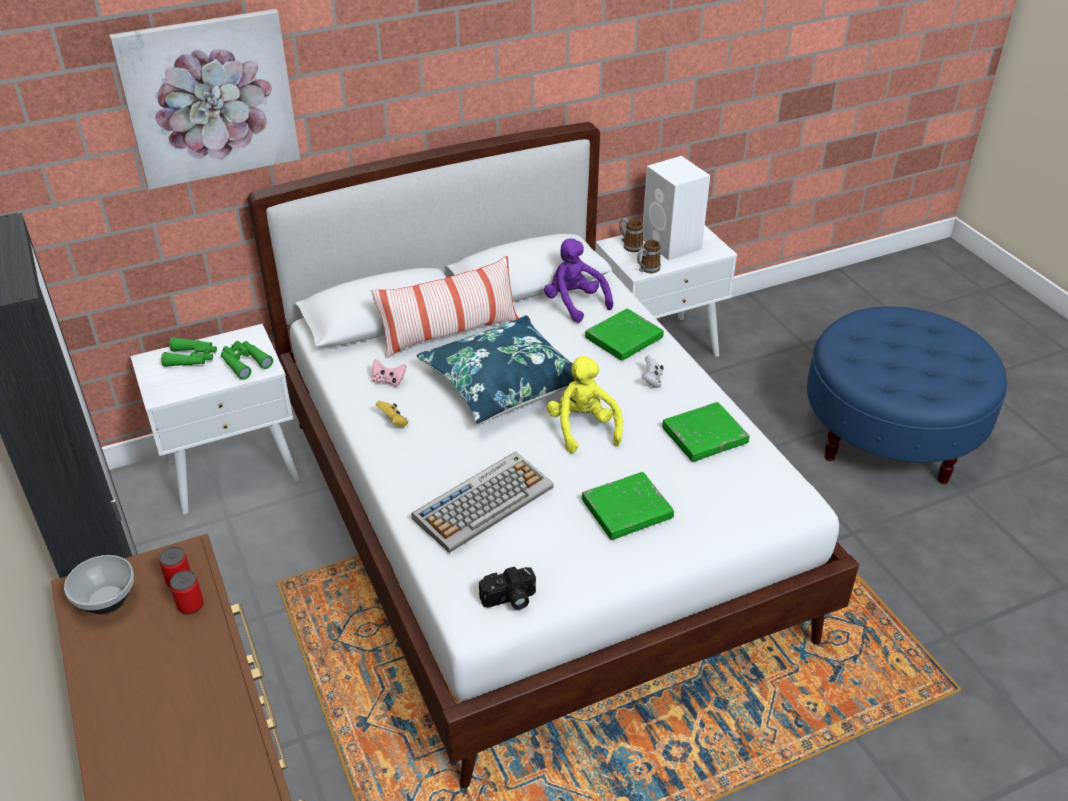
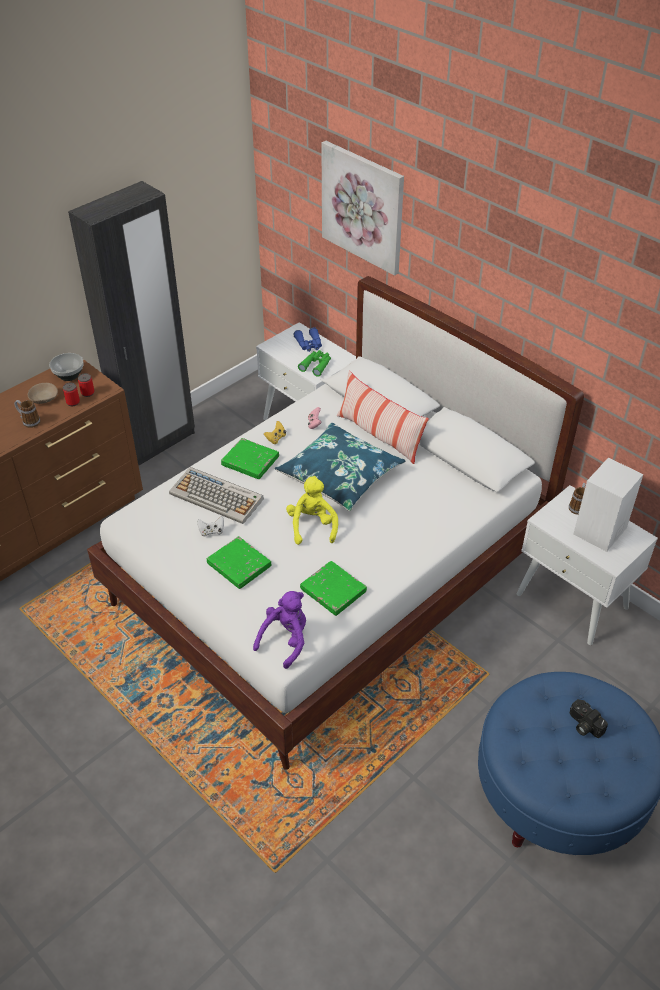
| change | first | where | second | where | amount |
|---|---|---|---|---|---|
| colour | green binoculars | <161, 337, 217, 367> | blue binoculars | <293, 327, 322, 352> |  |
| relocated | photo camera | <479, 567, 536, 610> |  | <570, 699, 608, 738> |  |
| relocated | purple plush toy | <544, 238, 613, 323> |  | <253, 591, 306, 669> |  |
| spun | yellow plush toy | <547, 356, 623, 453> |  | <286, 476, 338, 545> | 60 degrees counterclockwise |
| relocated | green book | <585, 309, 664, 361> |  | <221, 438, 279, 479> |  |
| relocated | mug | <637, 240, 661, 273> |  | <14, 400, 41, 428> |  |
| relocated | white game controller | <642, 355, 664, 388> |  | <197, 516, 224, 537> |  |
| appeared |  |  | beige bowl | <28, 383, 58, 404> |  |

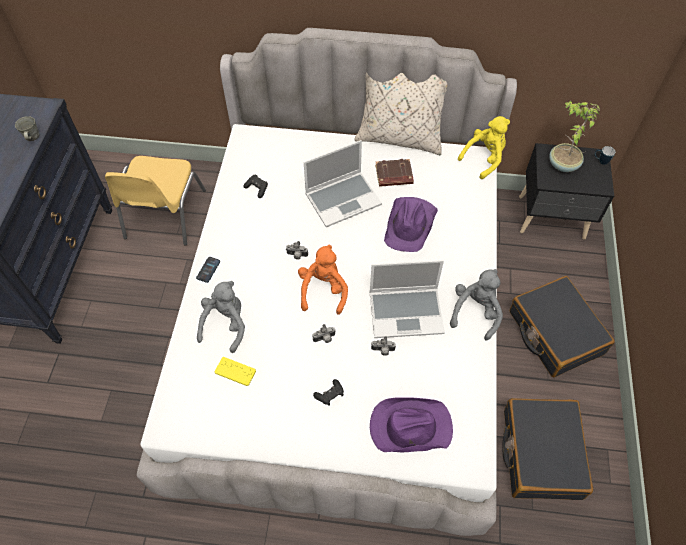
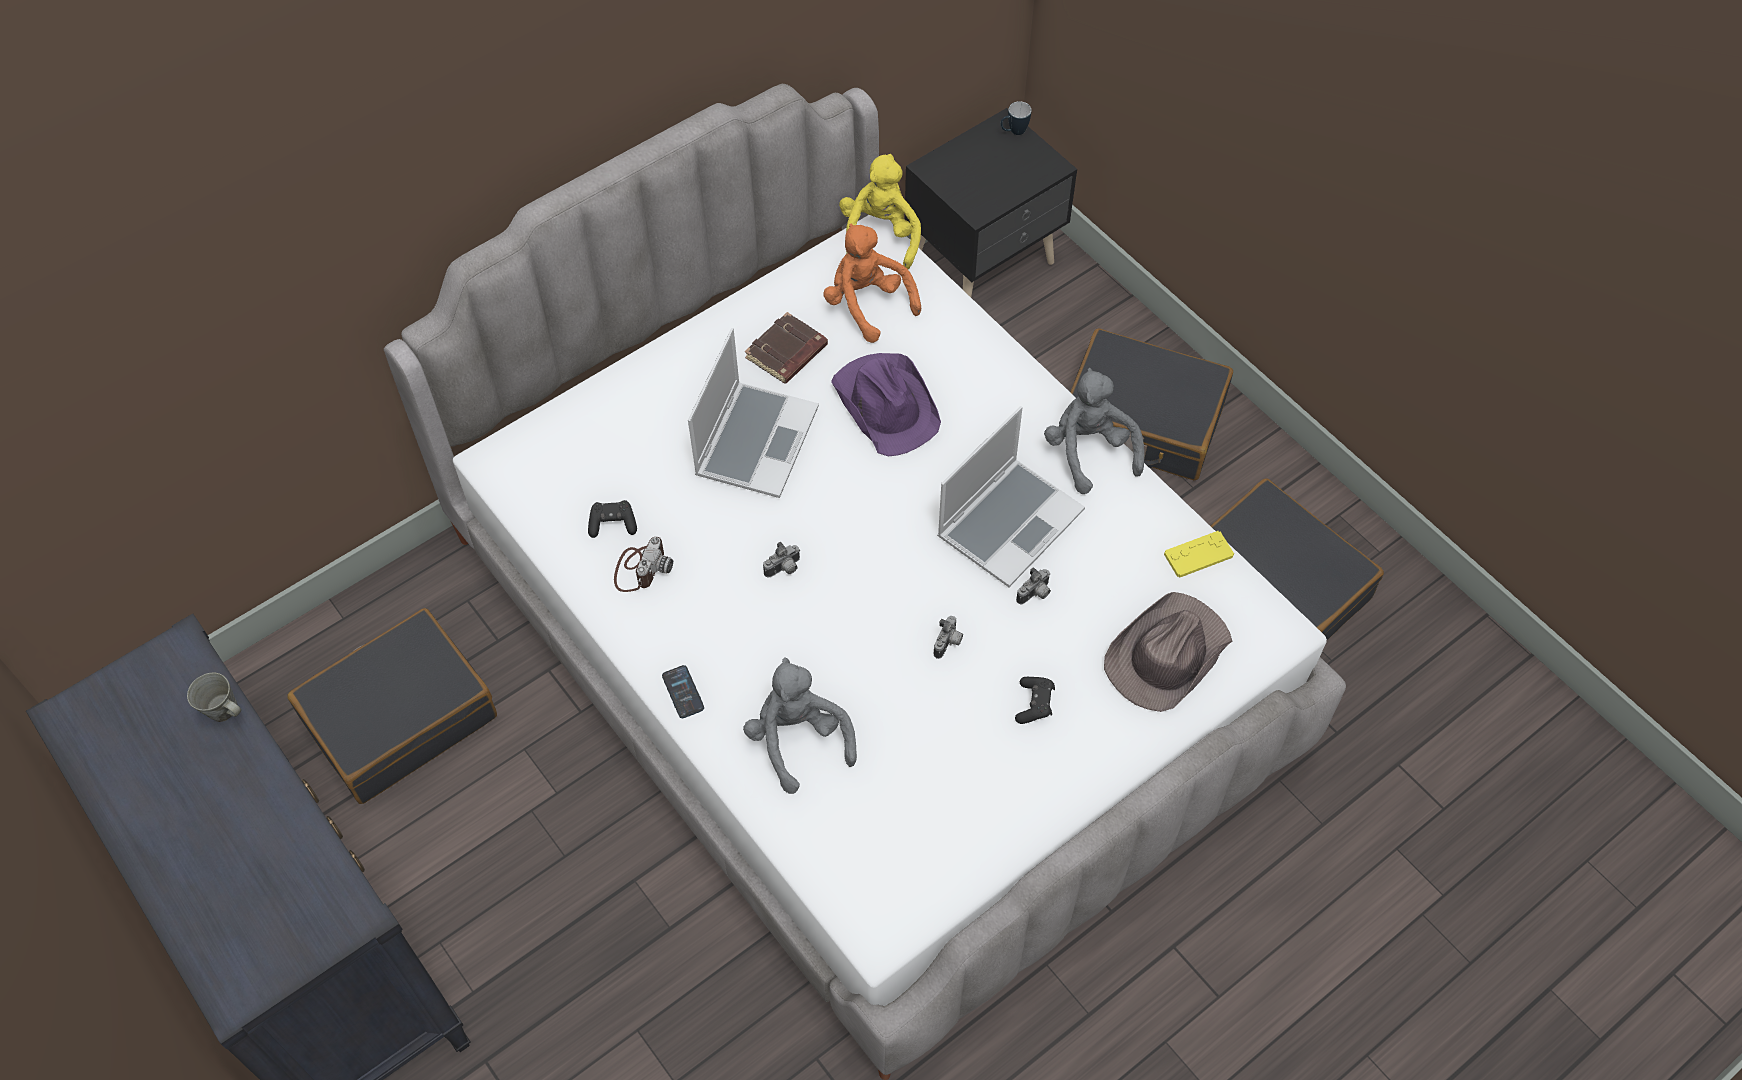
| change | first | where | second | where | amount |
|---|---|---|---|---|---|
| exchanged | yellow chair | <105, 156, 206, 246> | black suitcase | <287, 608, 497, 804> |  |
| relocated | yellow game controller | <214, 357, 256, 386> |  | <1164, 531, 1234, 578> |  |
| relocated | orange plush toy | <298, 244, 348, 315> |  | <823, 224, 921, 343> |  |
| missing | beige pillow | <355, 72, 447, 155> |  |  |  |
| colour | purple hat | <370, 398, 453, 452> | brown hat | <1104, 592, 1232, 712> |  |
| missing | potted plant | <549, 101, 600, 172> |  |  |  |
| appeared |  |  | photo camera | <614, 537, 673, 592> |  |

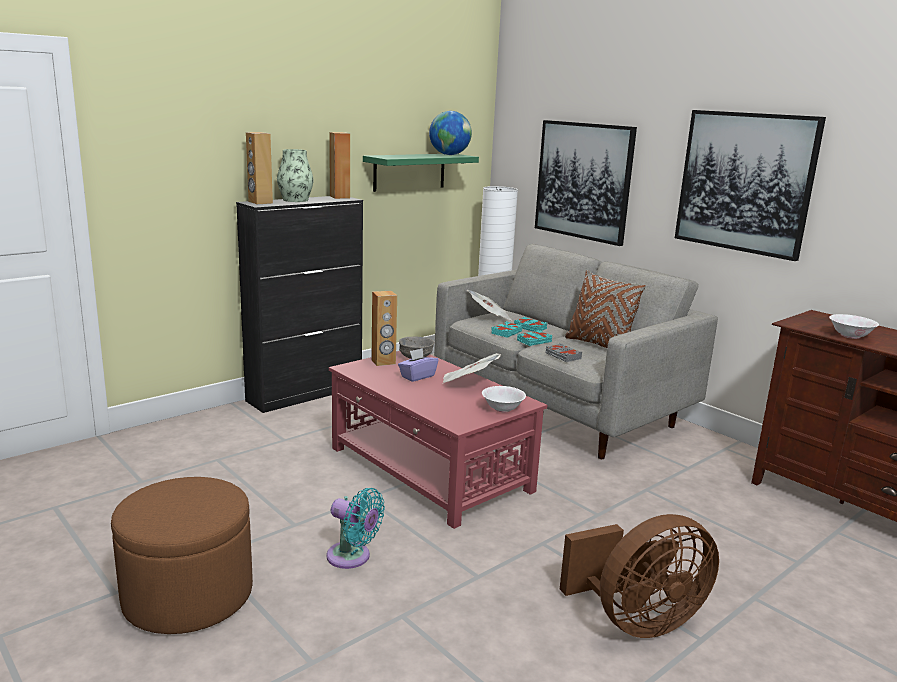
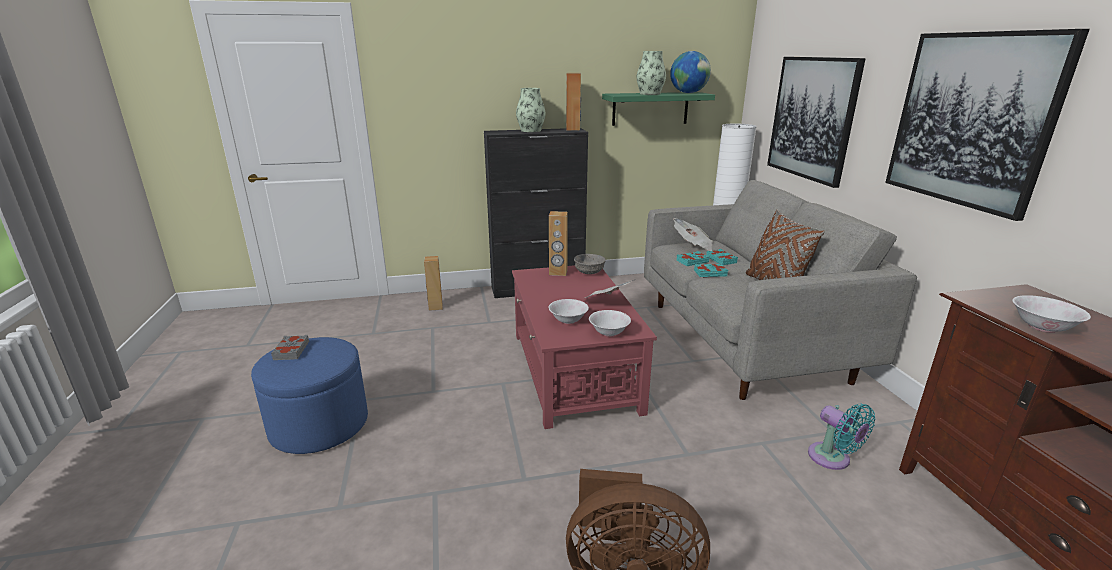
| change | first | where | second | where | amount |
|---|---|---|---|---|---|
| colour | brown ottoman | <111, 477, 253, 634> | blue ottoman | <251, 337, 368, 454> |  |
| relocated | brown speaker | <246, 132, 273, 204> |  | <424, 256, 443, 311> |  |
| relocated | turquoise fan | <326, 488, 385, 569> |  | <808, 404, 875, 470> |  |
| missing | purple tissue box | <398, 348, 439, 382> |  |  |  |
| relocated | grey book | <545, 343, 582, 362> |  | <271, 335, 309, 360> |  |
| appeared |  |  | white bowl | <548, 299, 589, 324> |  |
| appeared |  |  | vase | <637, 51, 666, 95> |  |

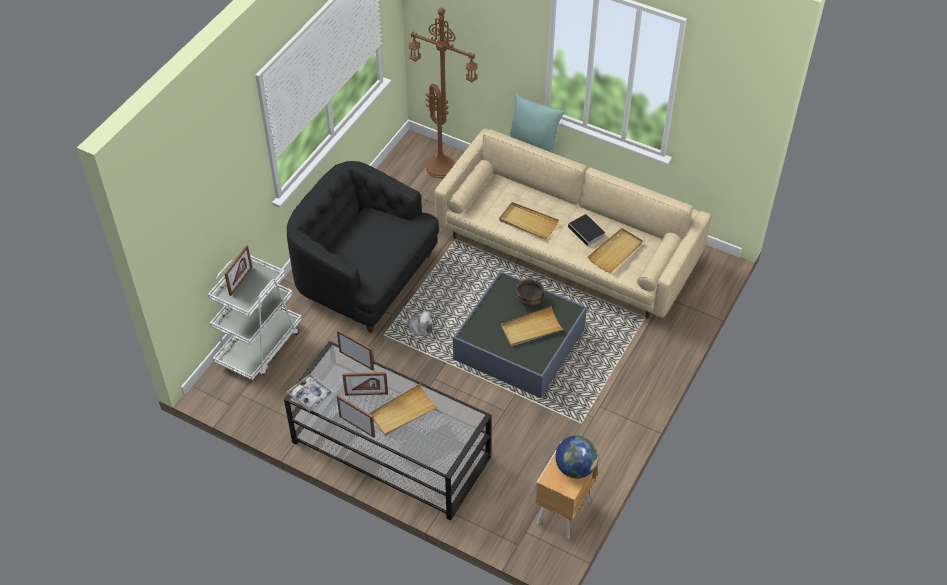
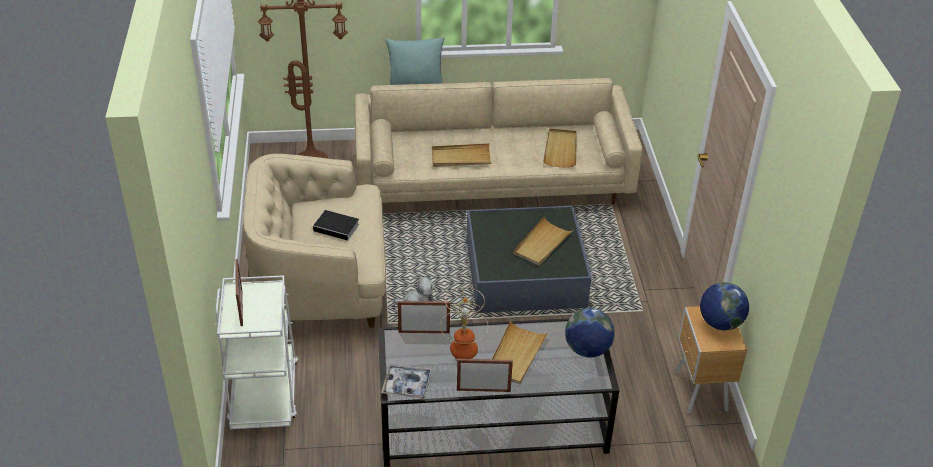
| change | first | where | second | where | amount |
|---|---|---|---|---|---|
| colour | black armchair | <287, 161, 439, 333> | beige armchair | <243, 154, 386, 328> |  |
| exchanged | picture frame | <342, 372, 388, 396> | table lamp | <440, 287, 488, 361> |  |
| missing | bowl | <516, 279, 544, 306> |  |  |  |
| relocated | book | <568, 214, 605, 250> |  | <313, 210, 359, 241> |  |
| appeared |  |  | globe | <565, 308, 615, 357> |  |

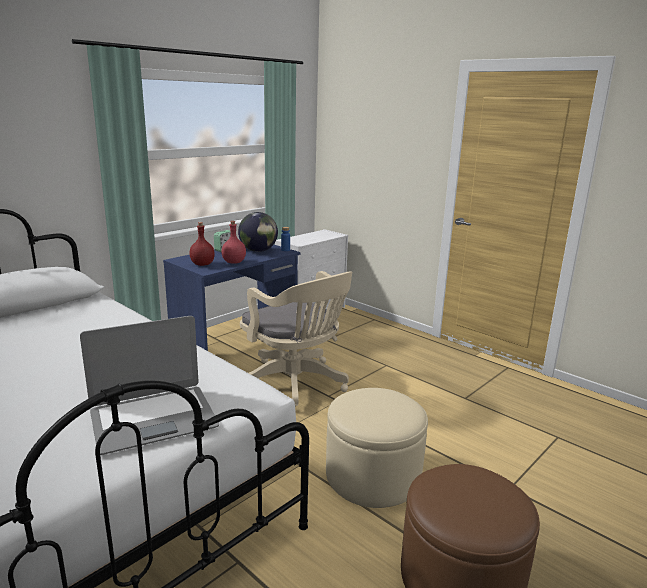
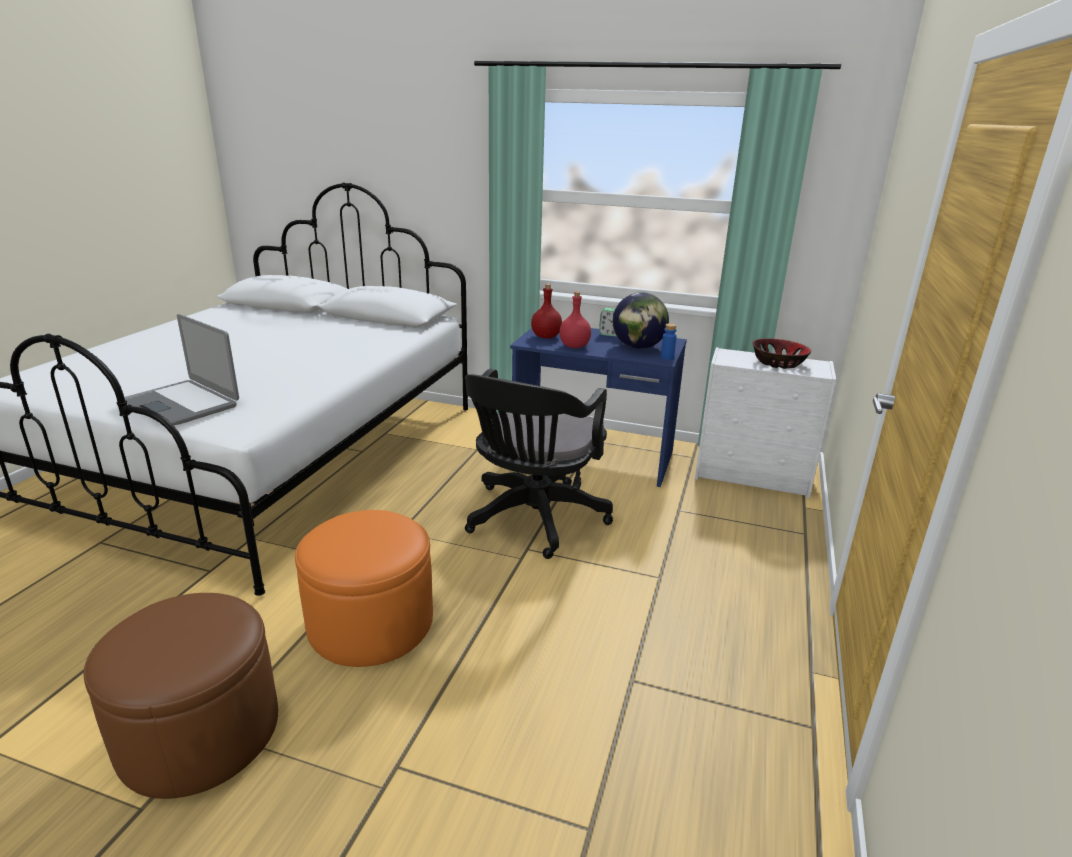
| change | first | where | second | where | amount |
|---|---|---|---|---|---|
| colour | beige office chair | <240, 271, 352, 407> | black office chair | <465, 369, 613, 559> |  |
| colour | beige ottoman | <326, 388, 428, 508> | orange ottoman | <295, 510, 433, 667> |  |
| appeared |  |  | bowl | <753, 338, 811, 369> |  |

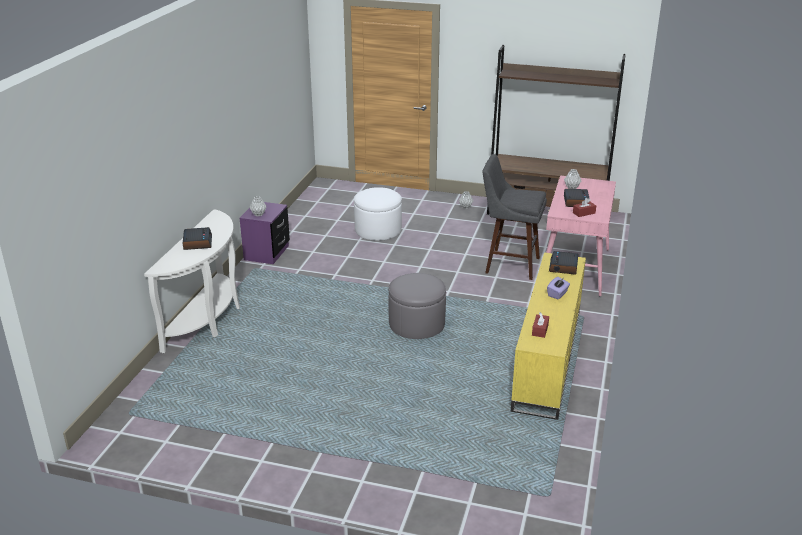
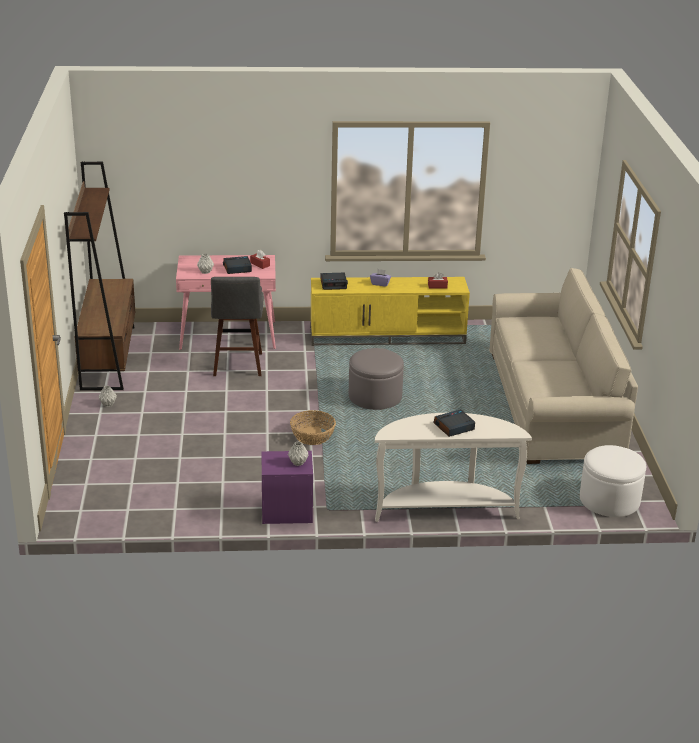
| change | first | where | second | where | amount |
|---|---|---|---|---|---|
| relocated | white ottoman | <354, 187, 402, 241> |  | <580, 445, 646, 517> |  |
| appeared |  |  | basket | <290, 410, 336, 445> |  |
| appeared |  |  | beige sofa | <489, 268, 638, 464> |  |

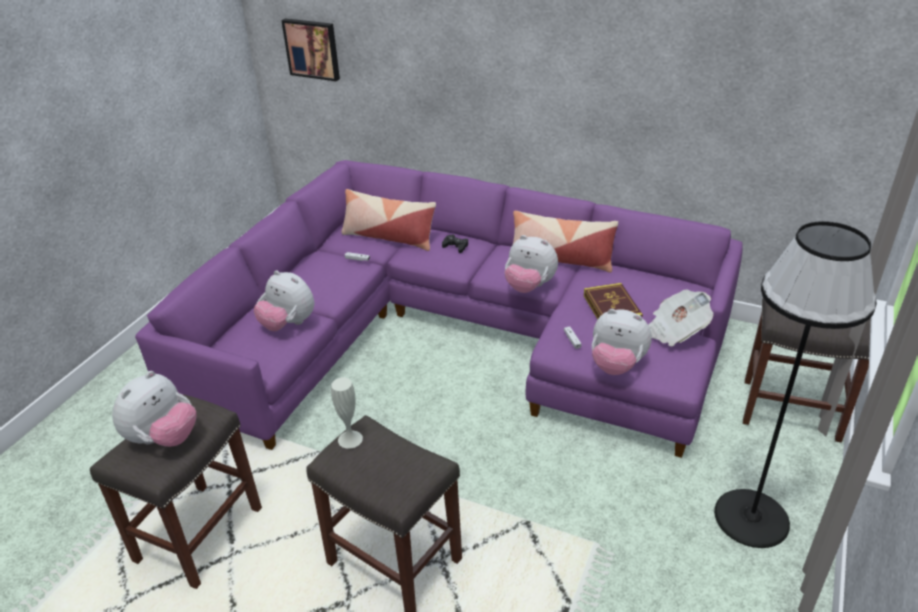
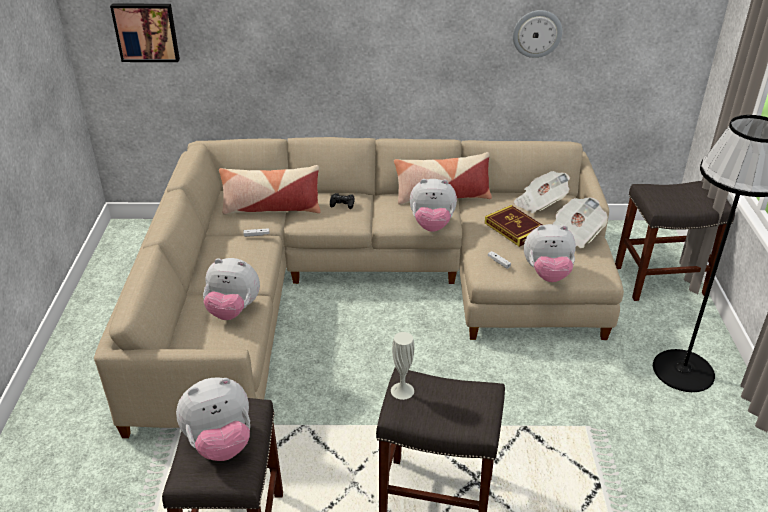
| change | first | where | second | where | amount |
|---|---|---|---|---|---|
| spun | plush toy | <112, 371, 197, 447> |  | <176, 377, 250, 461> | 60 degrees clockwise |
| colour | purple sofa | <135, 160, 743, 458> | beige sofa | <94, 137, 624, 438> |  |
| appeared |  |  | wall clock | <513, 10, 563, 58> |  |
| appeared |  |  | newspaper | <514, 171, 570, 213> |  |

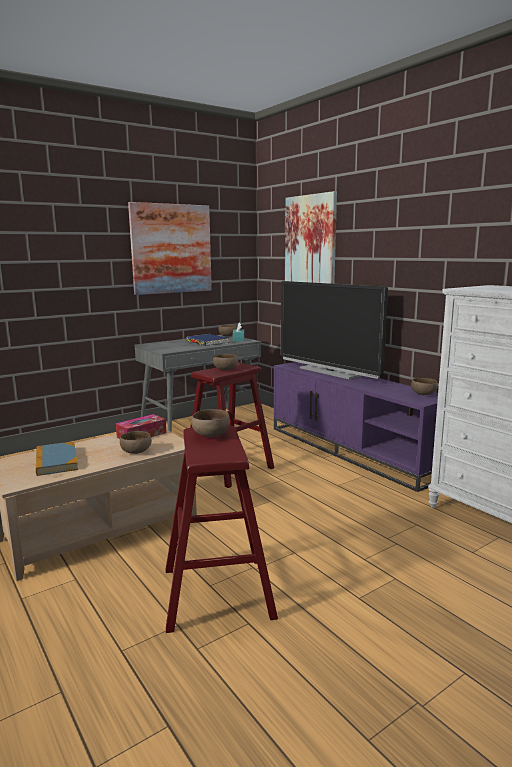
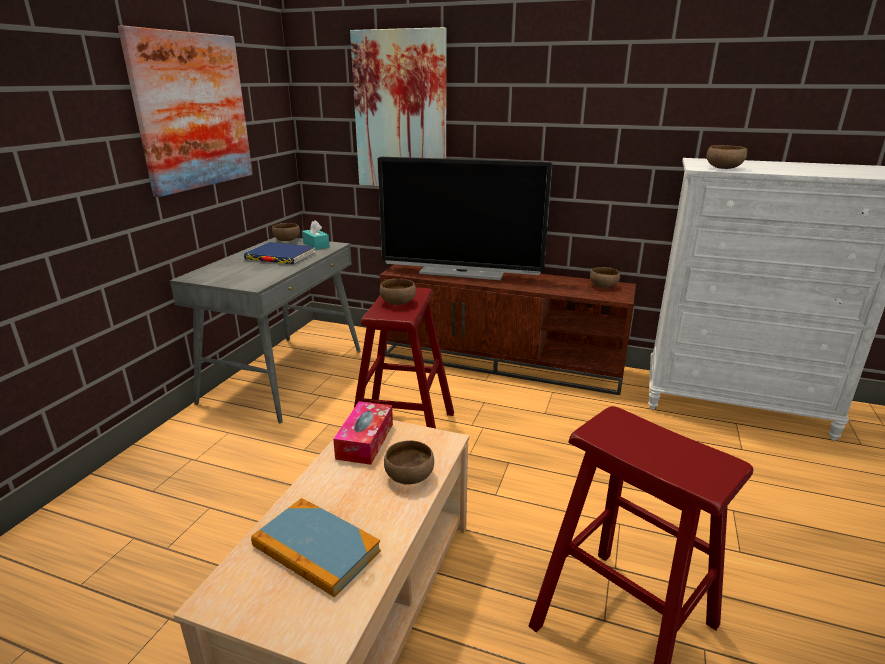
| change | first | where | second | where | amount |
|---|---|---|---|---|---|
| relocated | brown bowl | <191, 409, 230, 437> |  | <706, 145, 747, 169> |  |
| colour | purple tv stand | <274, 362, 438, 492> | brown tv stand | <380, 264, 636, 395> |  |

